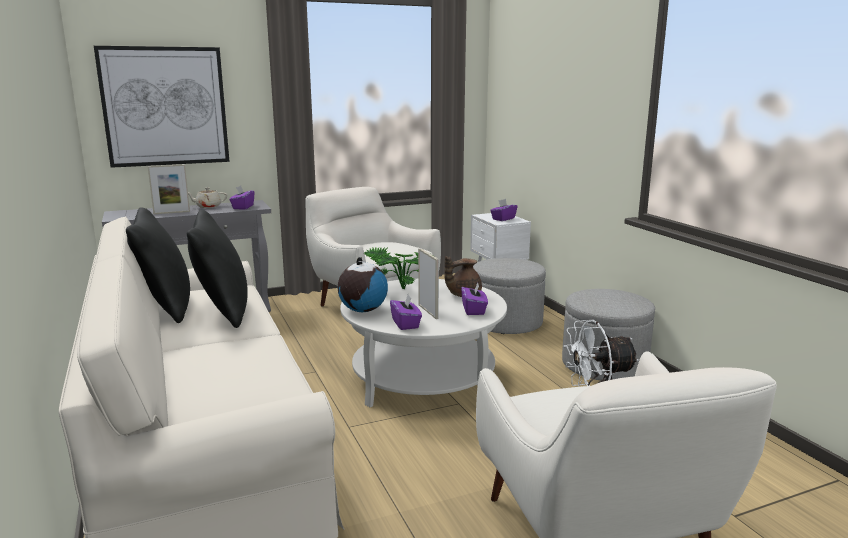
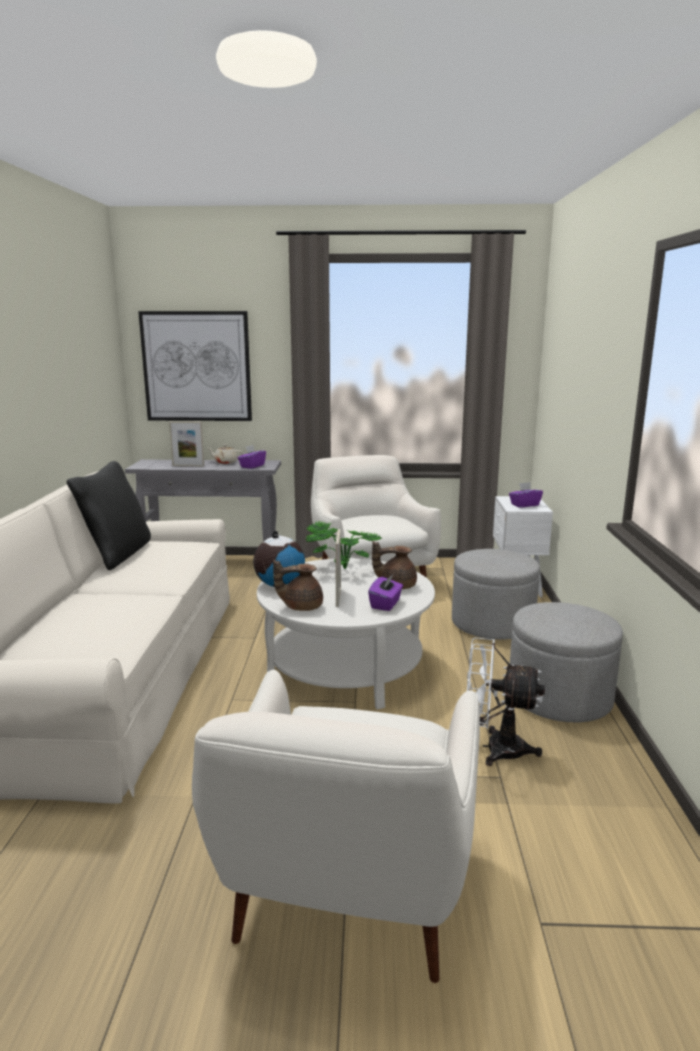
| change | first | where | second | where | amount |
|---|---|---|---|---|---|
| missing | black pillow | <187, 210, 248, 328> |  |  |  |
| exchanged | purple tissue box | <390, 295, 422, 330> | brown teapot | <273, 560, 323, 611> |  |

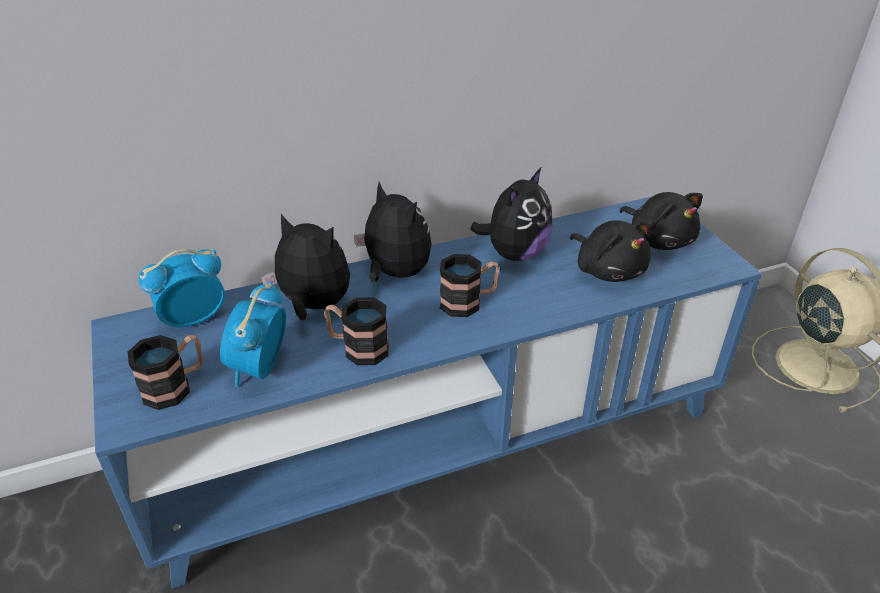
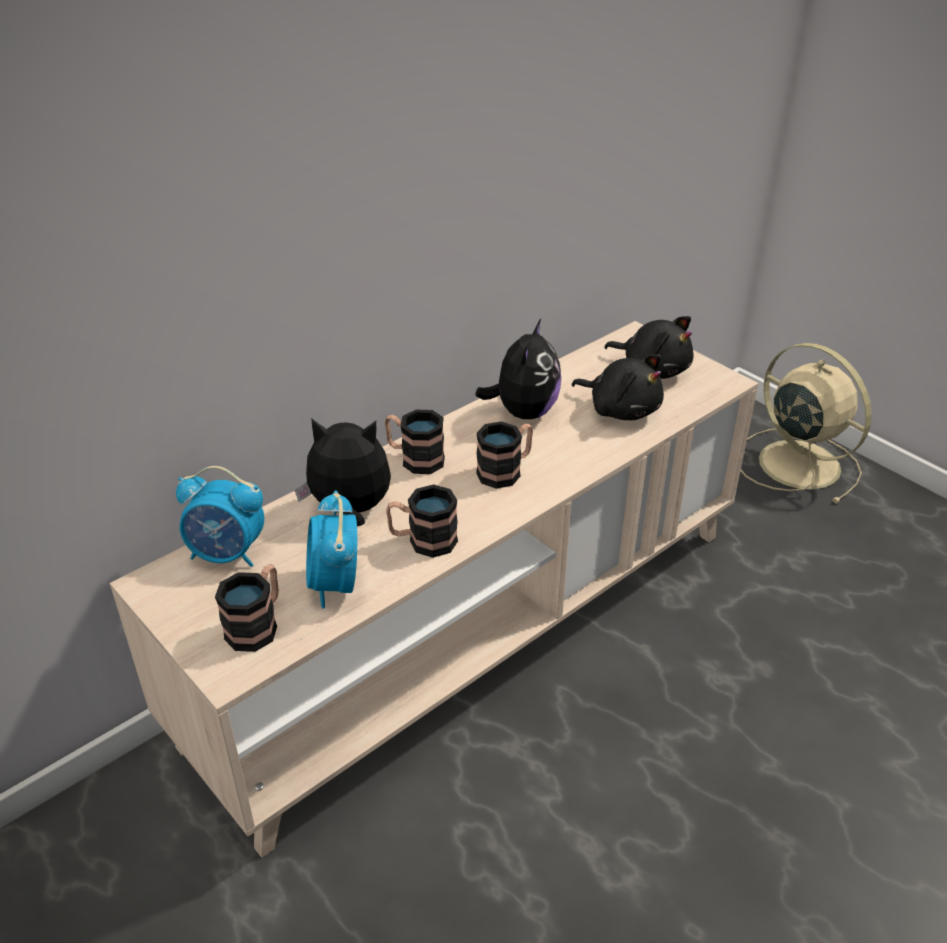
| change | first | where | second | where | amount |
|---|---|---|---|---|---|
| colour | blue tv stand | <91, 196, 762, 589> | beige tv stand | <110, 321, 758, 858> |  |
| spun | alarm clock | <139, 249, 225, 327> |  | <176, 466, 264, 567> | 120 degrees counterclockwise |
| exchanged | plush toy | <353, 182, 432, 282> | mug | <385, 410, 445, 474> |  |

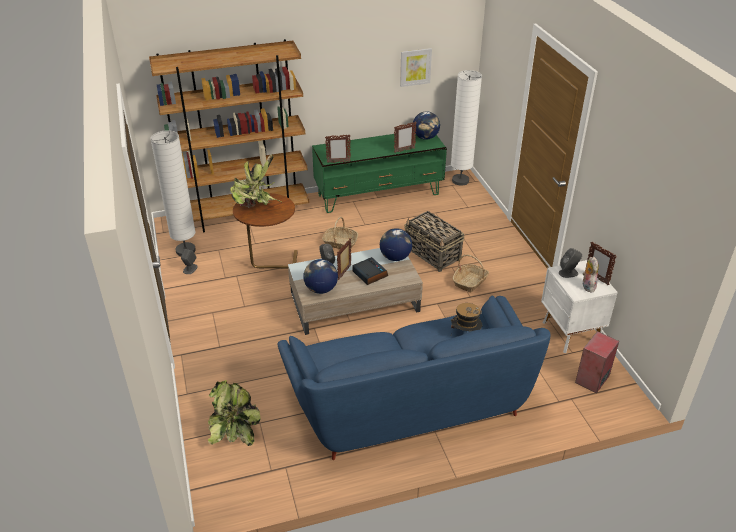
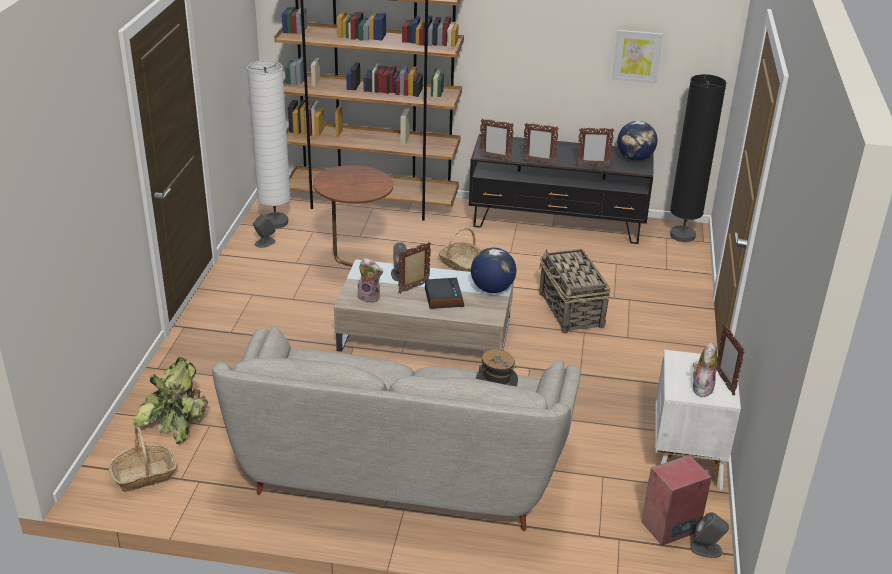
| change | first | where | second | where | amount |
|---|---|---|---|---|---|
| missing | potted plant | <230, 154, 283, 208> |  |  |  |
| colour | blue sofa | <277, 296, 551, 460> | grey sofa | <212, 326, 581, 531> |  |
| exchanged | globe | <303, 259, 338, 294> | plush toy | <356, 258, 383, 303> |  |
| colour | green tv stand | <312, 134, 447, 213> | black tv stand | <469, 134, 654, 244> |  |
| colour | white floor lamp | <451, 70, 482, 186> | black floor lamp | <670, 74, 727, 242> |  |
| relocated | basket | <453, 254, 489, 293> |  | <109, 427, 177, 492> |  |
| relocated | grey speaker | <559, 248, 582, 278> |  | <690, 512, 729, 558> |  |
| appeared |  |  | picture frame | <523, 123, 559, 165> |  |

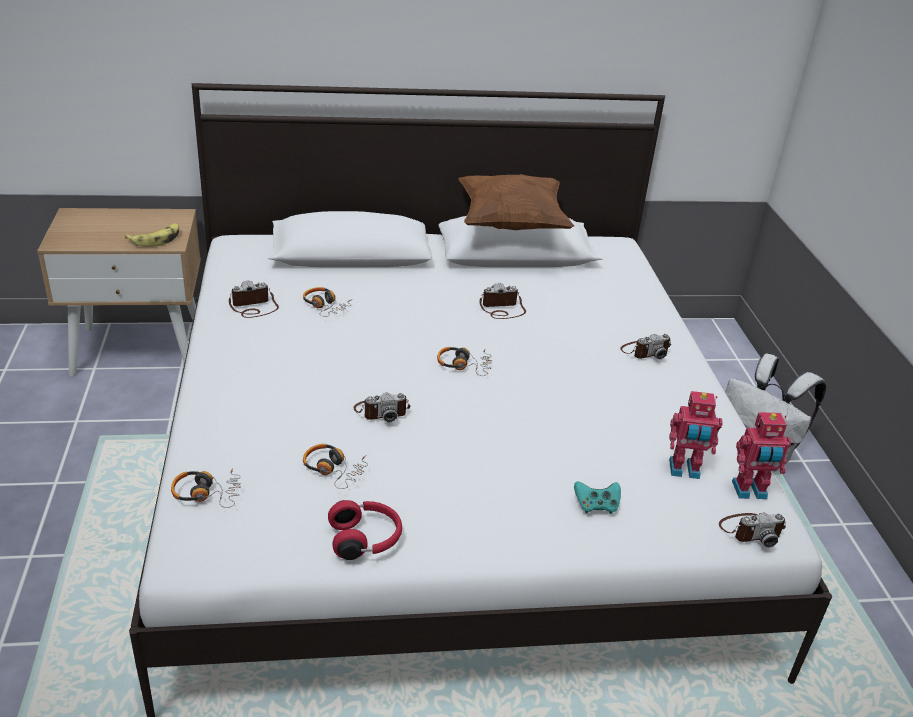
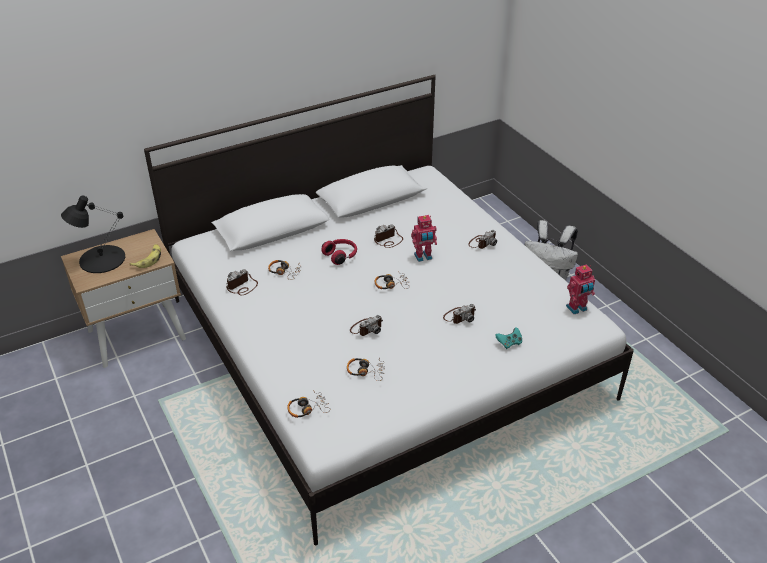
| change | first | where | second | where | amount |
|---|---|---|---|---|---|
| relocated | red headphones | <328, 500, 402, 560> |  | <321, 239, 357, 265> |  |
| missing | brown pillow | <458, 174, 574, 230> |  |  |  |
| relocated | toy robot | <669, 391, 723, 479> |  | <411, 215, 437, 262> |  |
| relocated | photo camera | <719, 513, 786, 547> |  | <443, 304, 476, 324> |  |
| appeared |  |  | black table lamp | <61, 196, 125, 273> |  |

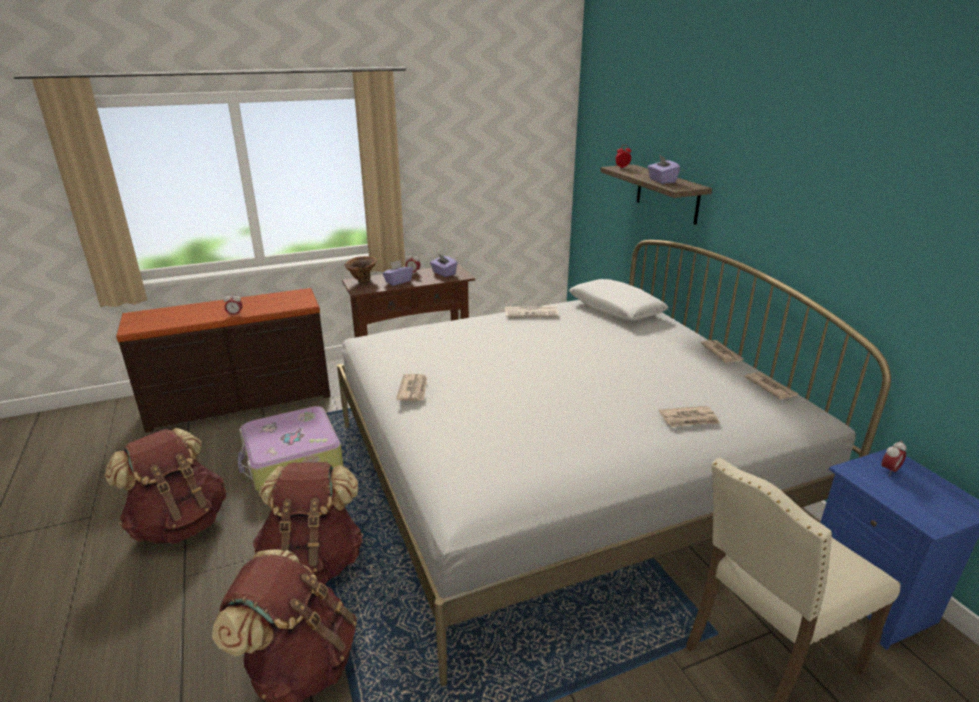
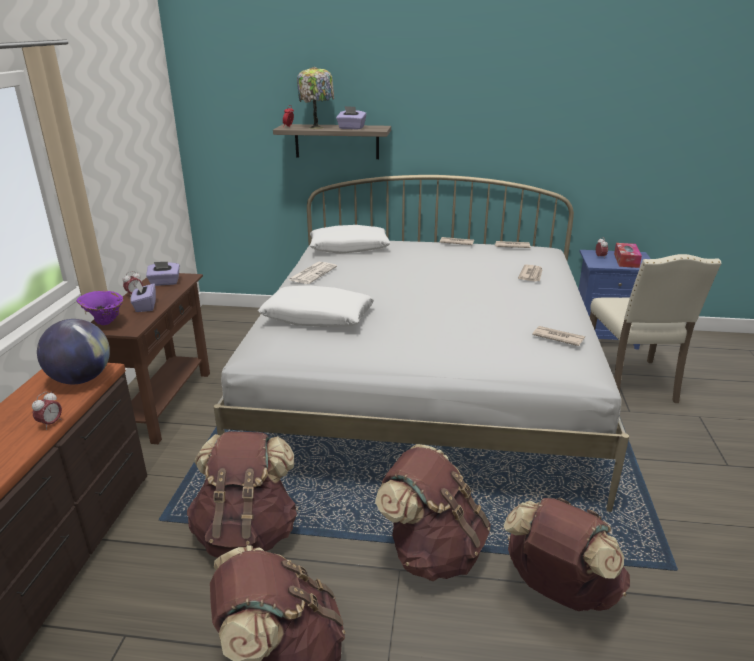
| change | first | where | second | where | amount |
|---|---|---|---|---|---|
| exchanged | suitcase | <238, 406, 343, 492> | brown backpack | <187, 431, 298, 557> |  |
| colour | brown vase | <344, 256, 377, 282> | purple vase | <77, 291, 124, 325> |  |
| relocated | newspaper | <396, 374, 427, 401> |  | <532, 326, 585, 346> |  |
| appeared |  |  | globe | <37, 319, 110, 384> |  |
| appeared |  |  | white pillow | <258, 286, 374, 327> |  |
| appeared |  |  | table lamp | <297, 67, 334, 129> |  |
| appeared |  |  | tissue box | <614, 243, 642, 268> |  |

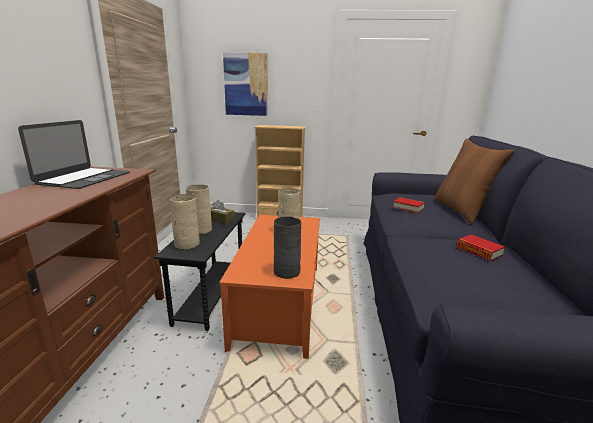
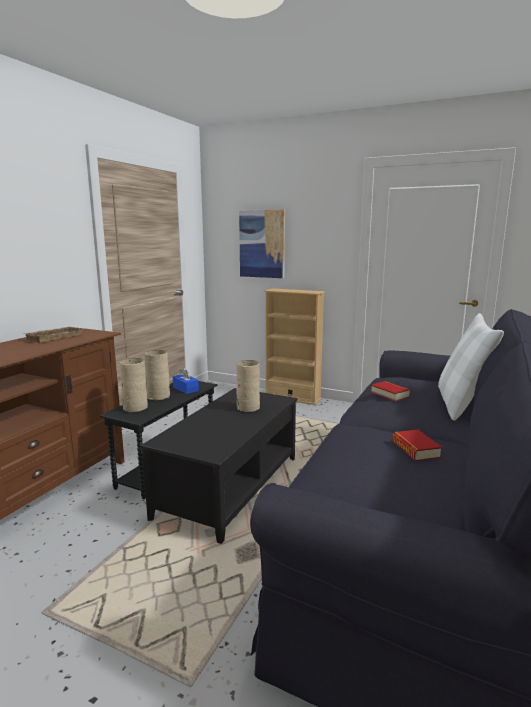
| change | first | where | second | where | amount |
|---|---|---|---|---|---|
| exchanged | laptop | <18, 120, 130, 189> | beige tray | <25, 327, 84, 343> |  |
| colour | brown tissue box | <211, 200, 235, 225> | blue tissue box | <173, 367, 199, 394> |  |
| colour | orange coffee table | <219, 215, 320, 359> | black coffee table | <141, 388, 297, 544> |  |
| missing | grey vase | <274, 217, 301, 279> |  |  |  |
| colour | brown pillow | <434, 139, 515, 224> | white pillow | <438, 313, 504, 421> |  |

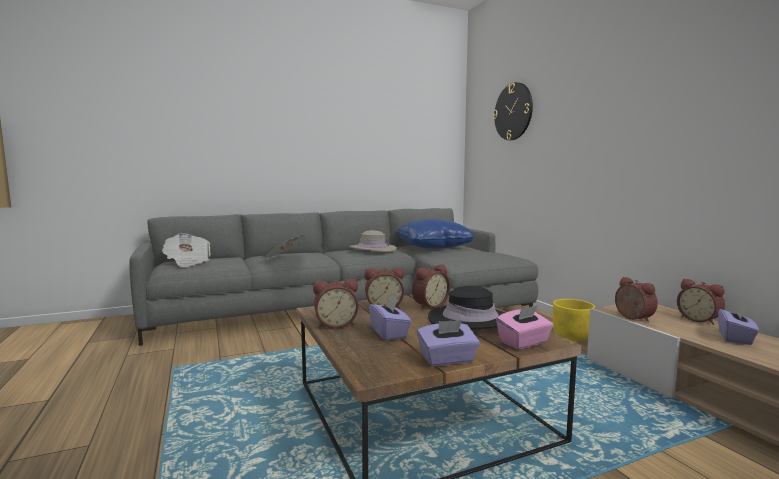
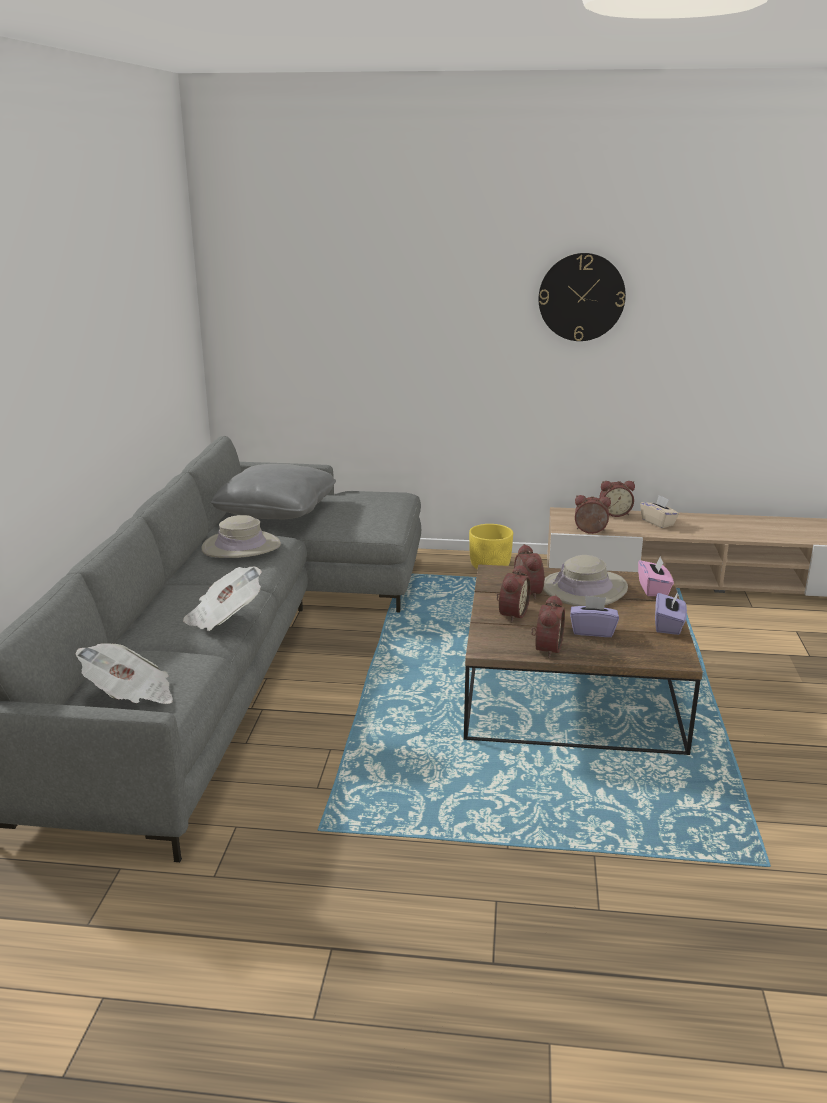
| change | first | where | second | where | amount |
|---|---|---|---|---|---|
| colour | blue pillow | <396, 219, 475, 249> | grey pillow | <211, 464, 336, 519> |  |
| colour | black hat | <428, 286, 505, 329> | beige hat | <543, 555, 628, 606> |  |
| relocated | wall clock | <493, 82, 533, 140> |  | <539, 253, 626, 341> |  |
| colour | purple tissue box | <718, 306, 759, 345> | beige tissue box | <640, 495, 679, 528> |  |

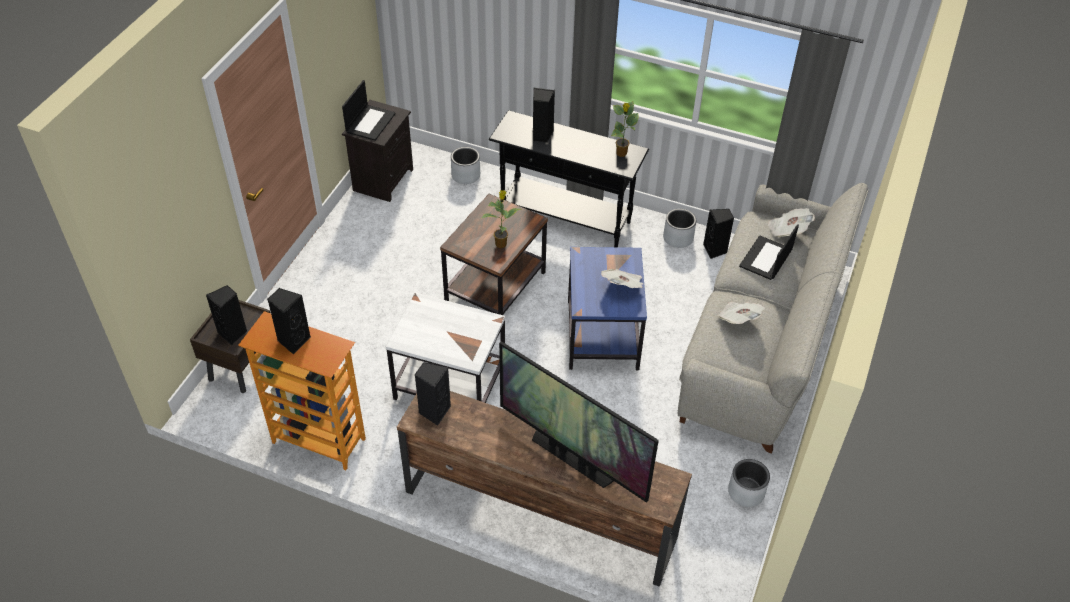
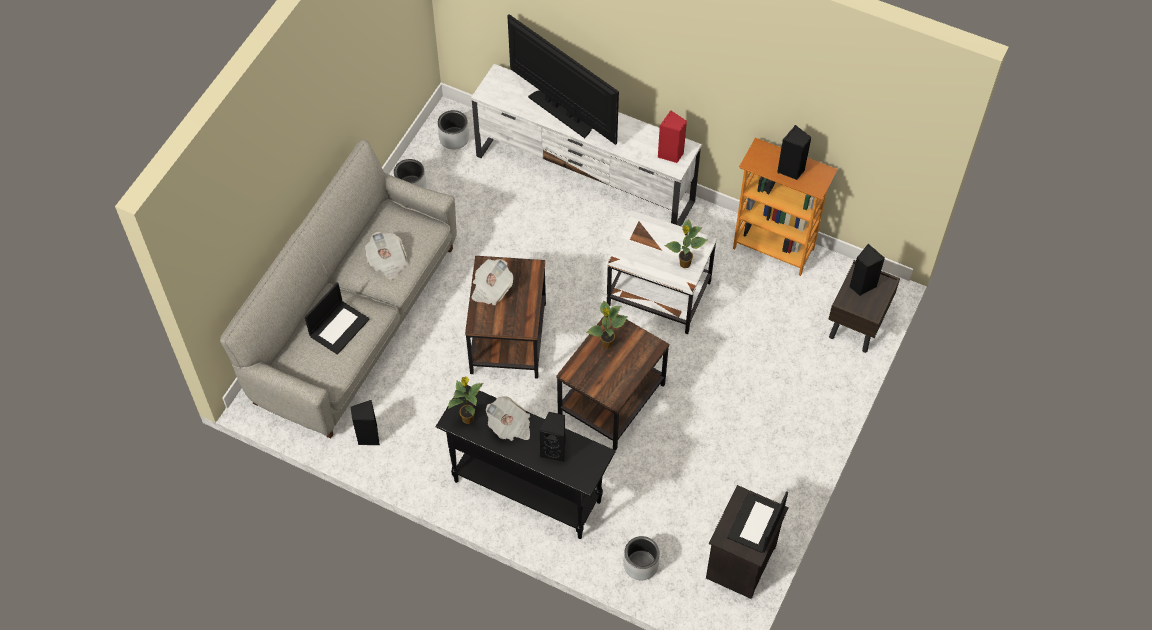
| change | first | where | second | where | amount |
|---|---|---|---|---|---|
| colour | brown tv stand | <397, 391, 692, 587> | white tv stand | <471, 64, 701, 226> |  |
| colour | black speaker | <414, 362, 451, 426> | red speaker | <658, 110, 687, 163> |  |
| colour | blue side table | <568, 247, 647, 371> | brown side table | <465, 256, 546, 379> |  |
| relocated | grey planter | <663, 209, 696, 248> |  | <438, 110, 469, 150> |  |
| relocated | newspaper | <768, 208, 815, 237> |  | <486, 396, 530, 441> |  |
| appeared |  |  | potted plant | <664, 220, 707, 268> |  |

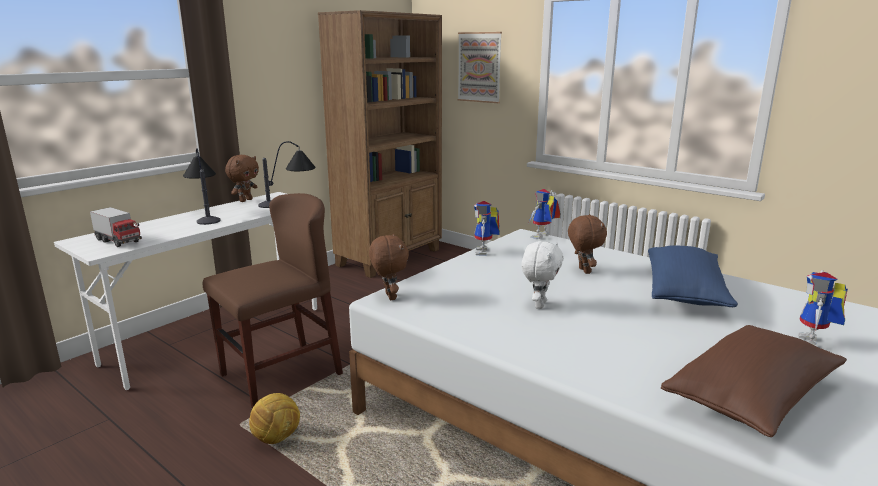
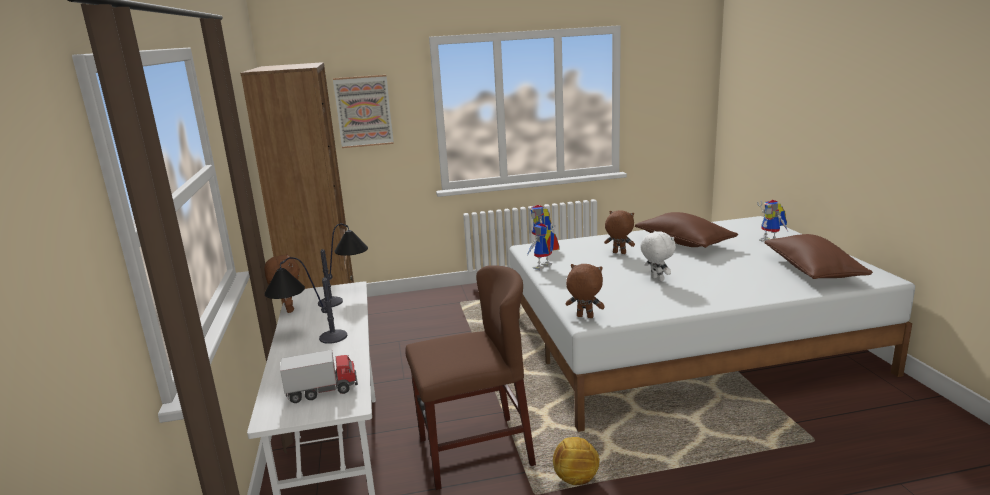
| change | first | where | second | where | amount |
|---|---|---|---|---|---|
| spun | brown chair | <203, 193, 343, 408> |  | <405, 265, 536, 490> | 75 degrees clockwise |
| spun | toy robot | <474, 201, 500, 256> |  | <526, 223, 560, 270> | 90 degrees clockwise |
| colour | blue pillow | <648, 245, 738, 307> | brown pillow | <635, 212, 738, 248> |  |

